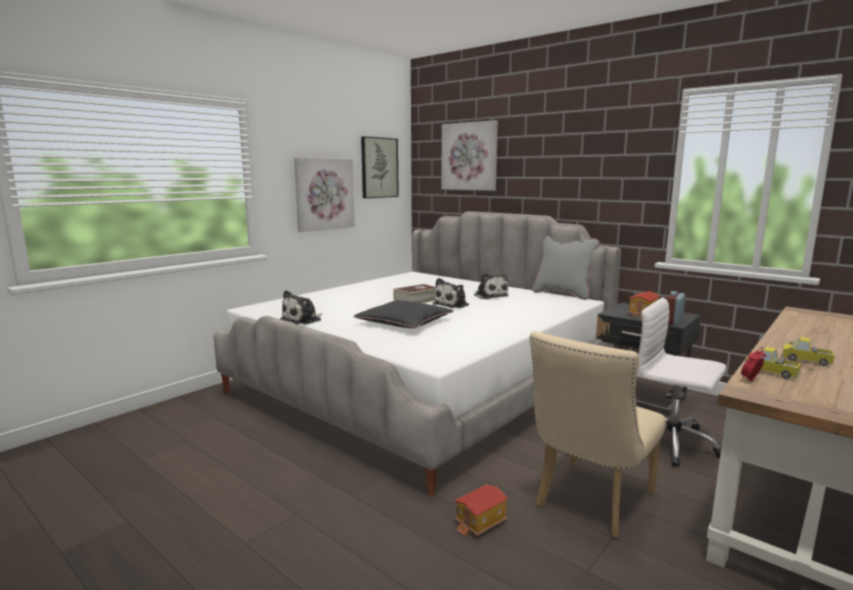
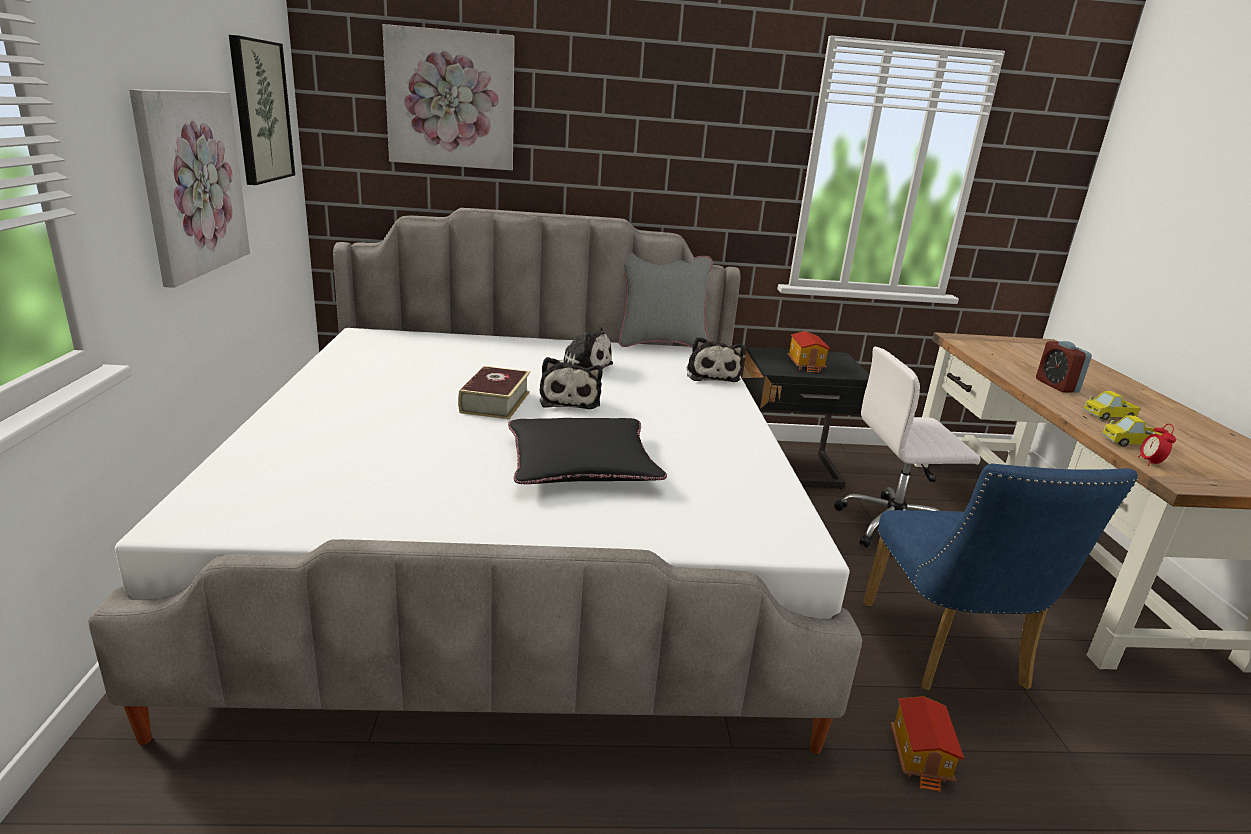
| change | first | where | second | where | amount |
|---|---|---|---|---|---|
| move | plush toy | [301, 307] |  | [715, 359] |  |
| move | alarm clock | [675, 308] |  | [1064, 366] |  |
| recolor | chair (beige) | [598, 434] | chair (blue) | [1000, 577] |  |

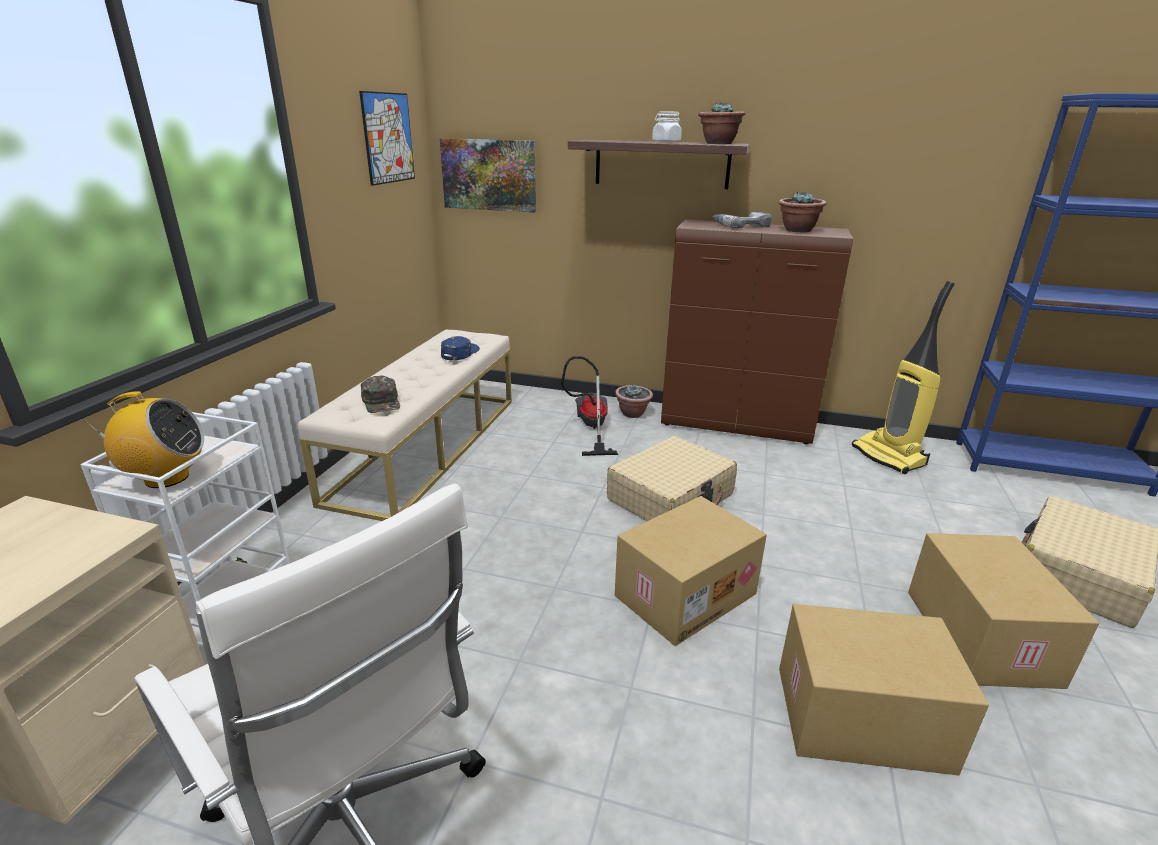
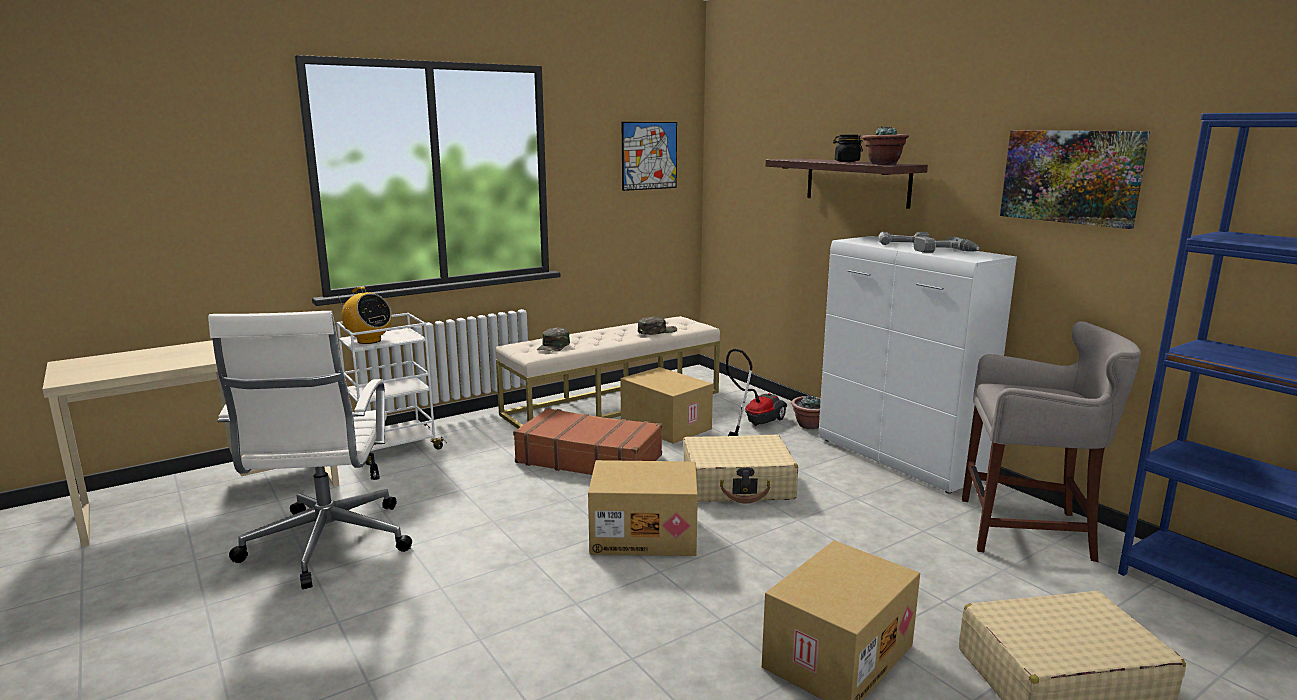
| change | first | where | second | where | amount |
|---|---|---|---|---|---|
| recolor | jar (white) | [667, 126] | jar (black) | [848, 148] |  |
| move | picture | [488, 175] |  | [1075, 179] |  |
| replace | potted plant | [803, 211] | power drill | [947, 244] |  |
| recolor | cabinet (brown) | [757, 332] | cabinet (white) | [918, 365] |  |
| replace | vacuum cleaner | [903, 377] | stool (grey) | [1051, 441] |  |
| recolor | cap (blue) | [460, 348] | cap (green) | [657, 325] |  |
| move | cardboard box | [884, 689] |  | [666, 405] |  |
| insert |  |  | suitcase (brown) | [587, 441] |  |

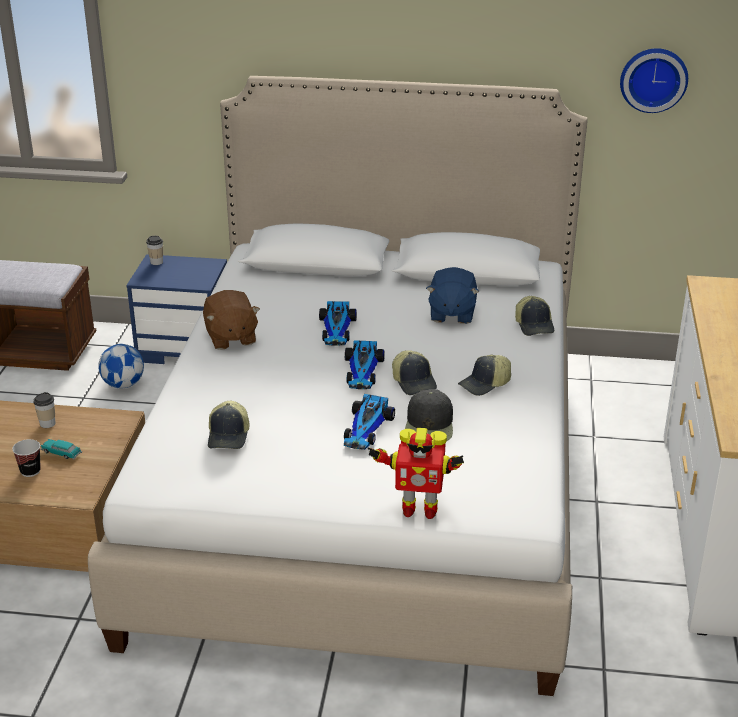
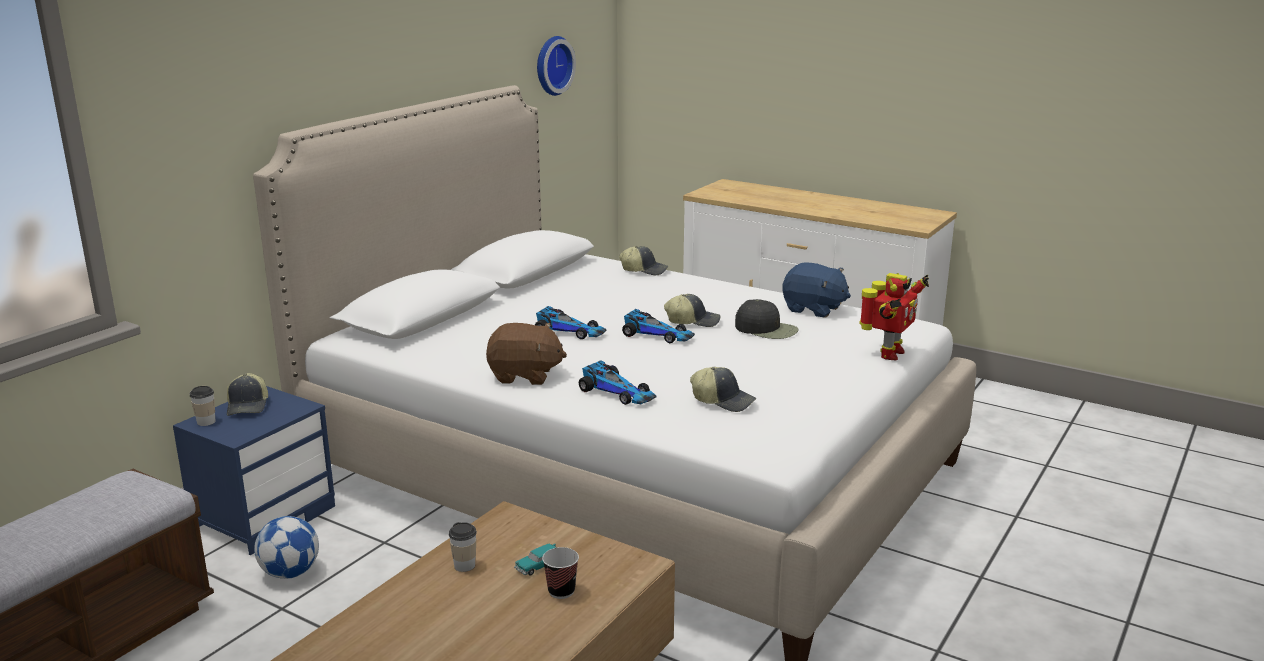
| change | first | where | second | where | amount |
|---|---|---|---|---|---|
| move | plush toy (blue) | [452, 295] |  | [816, 290] |  |
| move | cap | [484, 375] |  | [247, 394] |  |
| move | toy car | [369, 422] |  | [618, 382] |  |

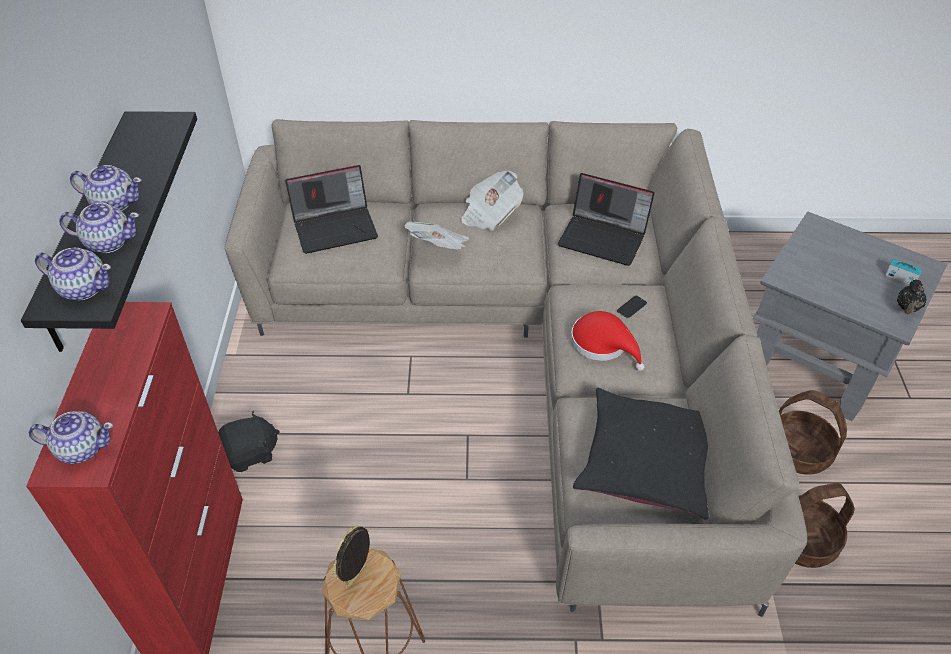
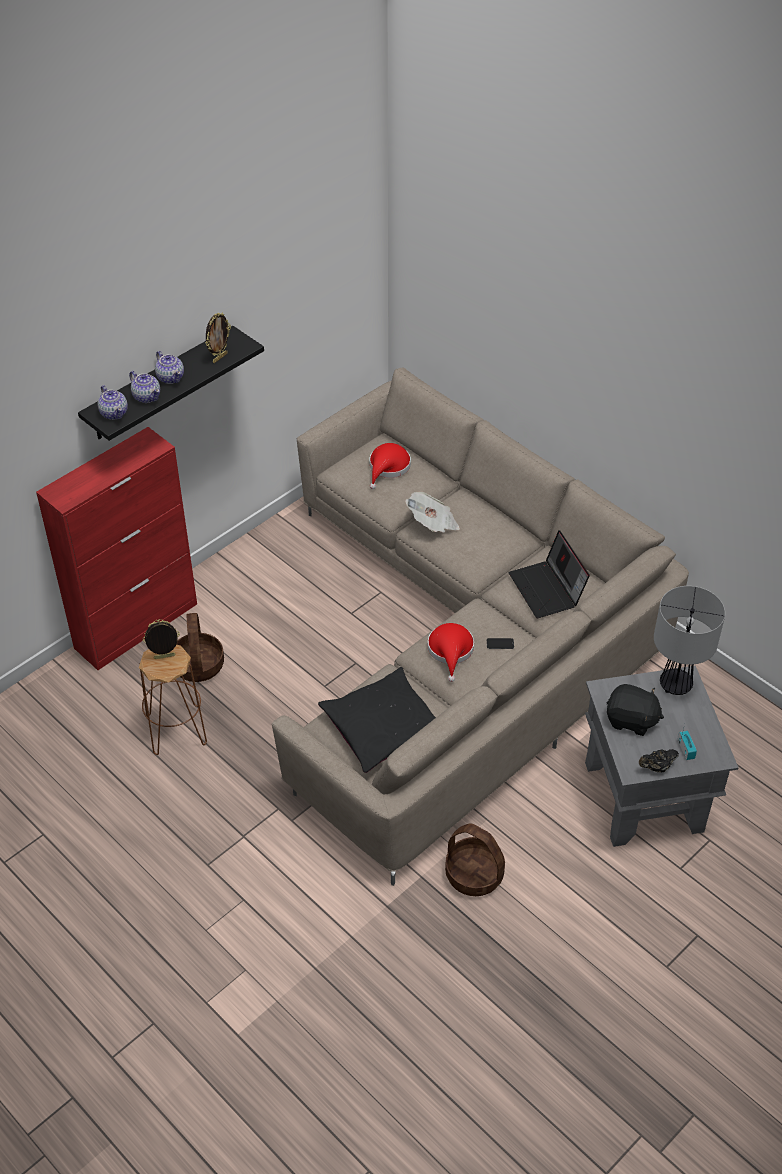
| change | first | where | second | where | amount |
|---|---|---|---|---|---|
| replace | laptop | [331, 209] | hat (red) | [390, 466] |  |
| delete | newspaper | [492, 201] |  |  |  |
| move | basket | [813, 432] |  | [200, 647] |  |
| move | plush toy (black) | [249, 441] |  | [635, 710] |  |
| delete | teapot | [71, 437] |  |  |  |
| insert |  |  | picture frame | [218, 338] |  |
| insert |  |  | table lamp | [689, 640] |  |

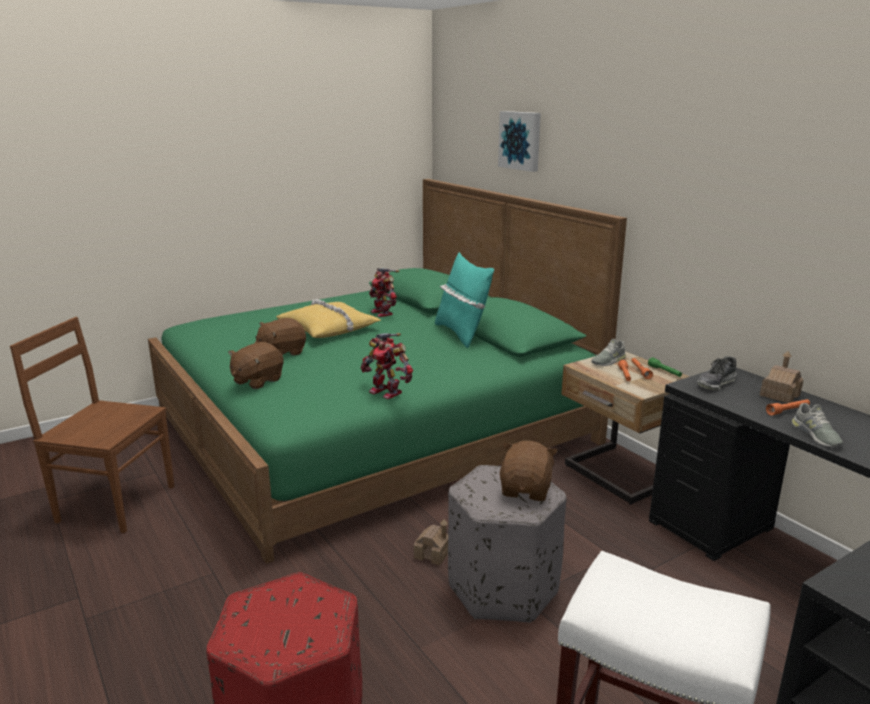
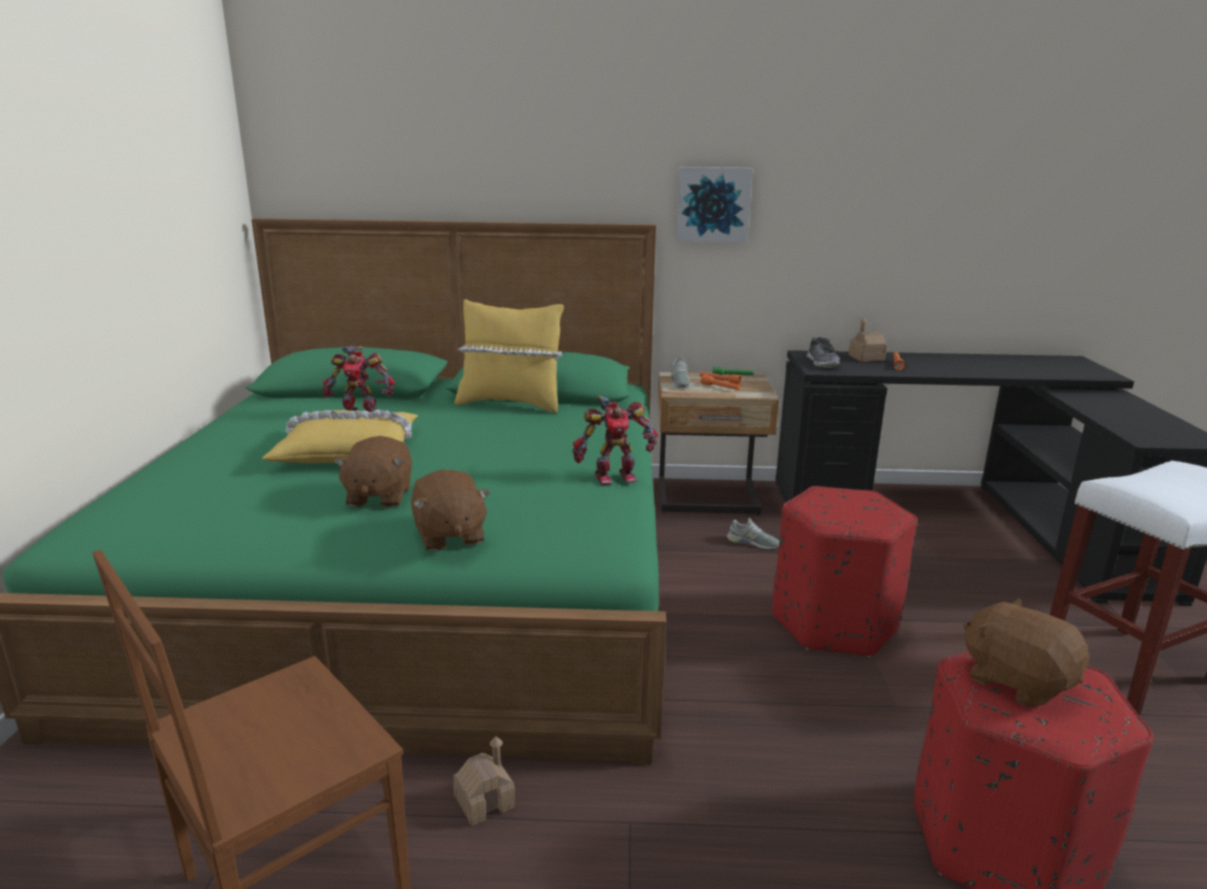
| change | first | where | second | where | amount |
|---|---|---|---|---|---|
| move | picture | [519, 141] |  | [715, 204] |  |
| recolor | pillow (turquoise) | [464, 300] | pillow (yellow) | [509, 356] |  |
| move | shoe (grey) | [817, 425] |  | [753, 533] |  |
| move | plush toy (brown) | [529, 471] |  | [1026, 653] |  |
| recolor | ottoman (grey) | [507, 544] | ottoman (red) | [845, 571] |  |
| move | toy house | [431, 542] |  | [484, 781] |  |

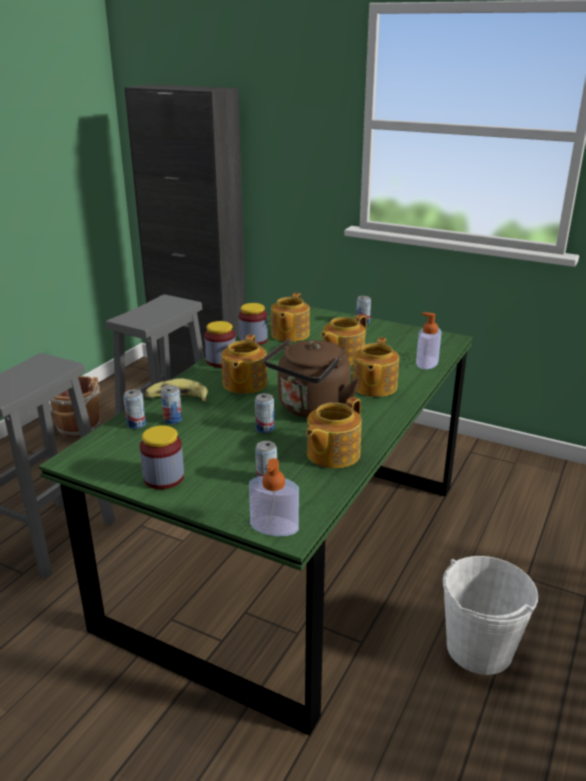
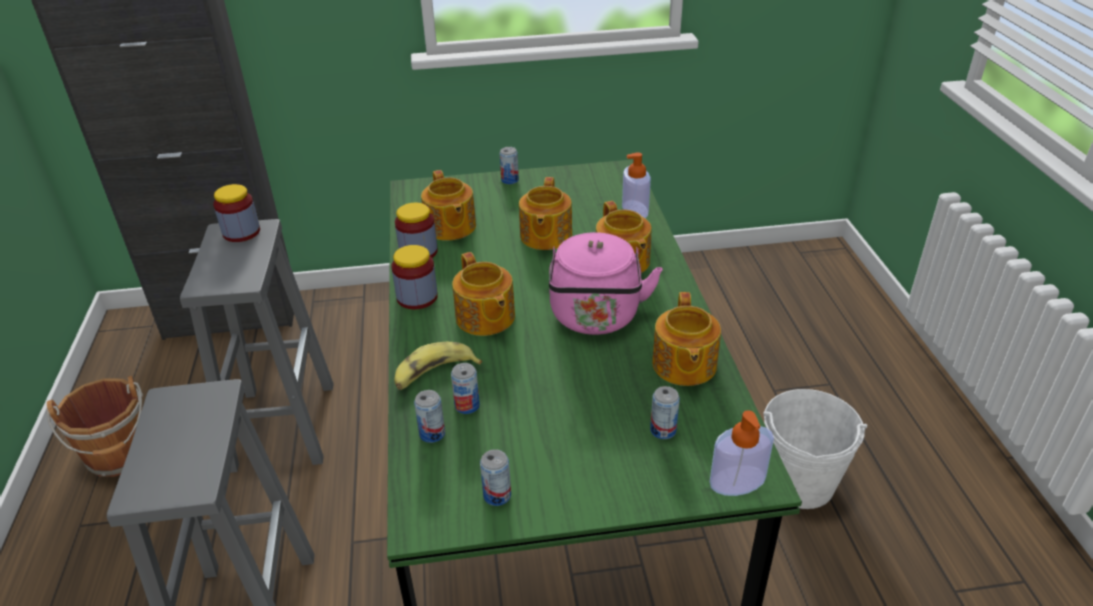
| change | first | where | second | where | amount |
|---|---|---|---|---|---|
| recolor | kettle (brown) | [311, 378] | kettle (pink) | [606, 283] |  |
| move | can | [264, 413] |  | [495, 477] |  |
| move | jar | [162, 457] |  | [236, 213] |  |

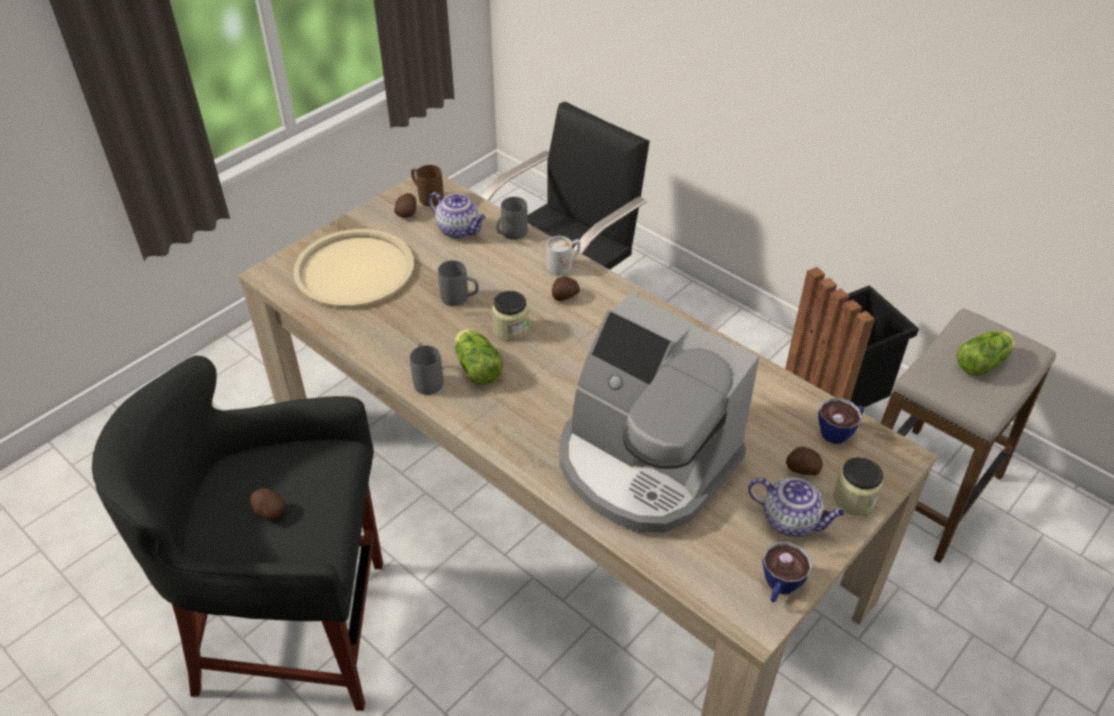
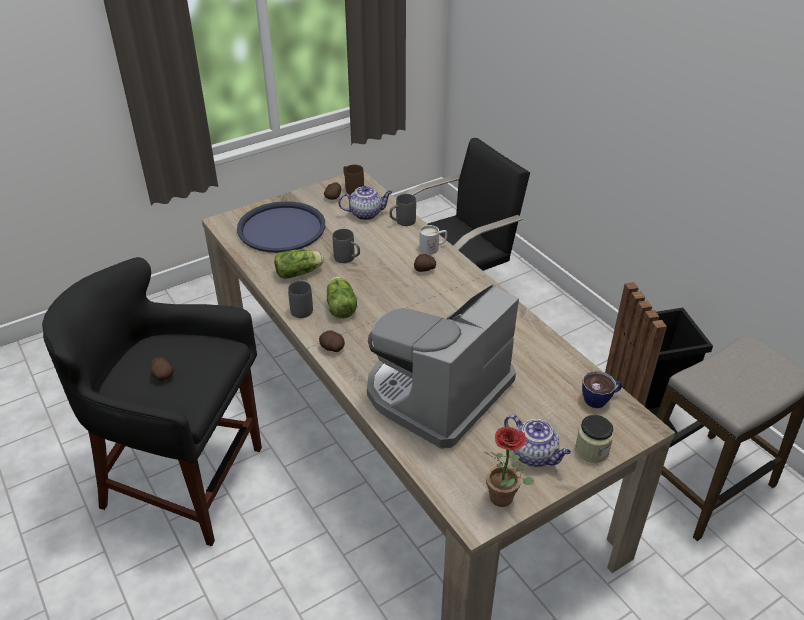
| change | first | where | second | where | amount |
|---|---|---|---|---|---|
| rotate | teapot | [457, 215] |  | [365, 203] | 60 degrees counterclockwise |
| recolor | tray (beige) | [353, 268] | tray (blue) | [281, 227] |  |
| delete | jar | [510, 316] |  |  |  |
| rotate | coffee machine | [659, 413] |  | [443, 366] | 75 degrees clockwise |
| move | lettuce | [985, 353] |  | [299, 264] |  |
| move | potato | [804, 461] |  | [332, 341] |  |
| replace | cup | [787, 572] | potted plant | [509, 466] |  |

